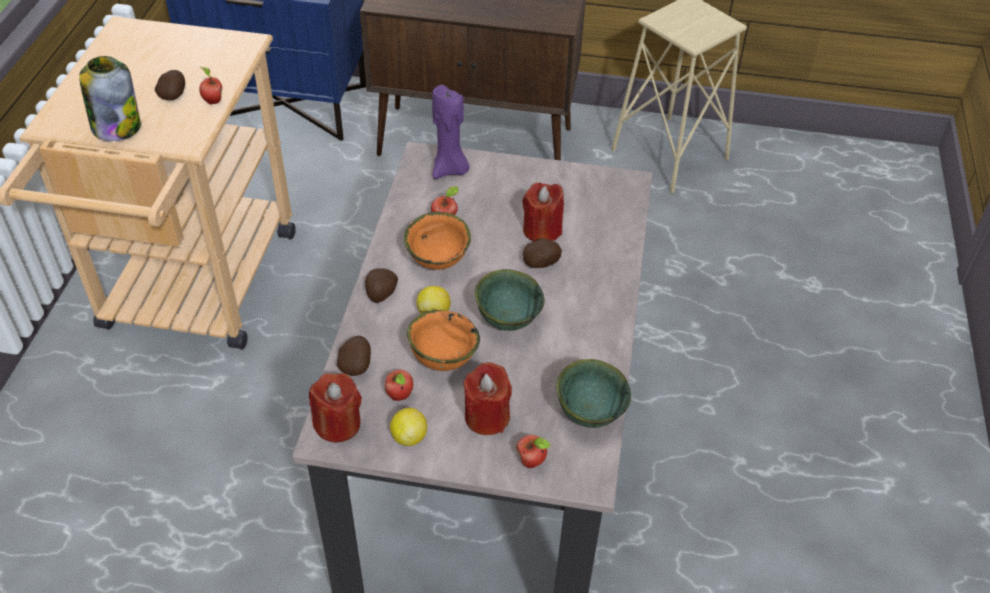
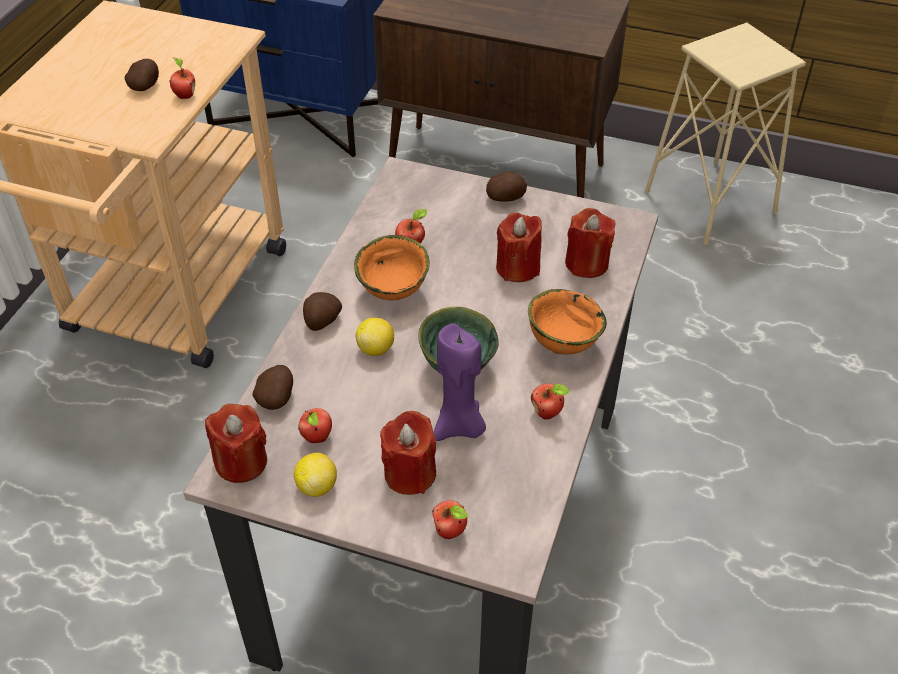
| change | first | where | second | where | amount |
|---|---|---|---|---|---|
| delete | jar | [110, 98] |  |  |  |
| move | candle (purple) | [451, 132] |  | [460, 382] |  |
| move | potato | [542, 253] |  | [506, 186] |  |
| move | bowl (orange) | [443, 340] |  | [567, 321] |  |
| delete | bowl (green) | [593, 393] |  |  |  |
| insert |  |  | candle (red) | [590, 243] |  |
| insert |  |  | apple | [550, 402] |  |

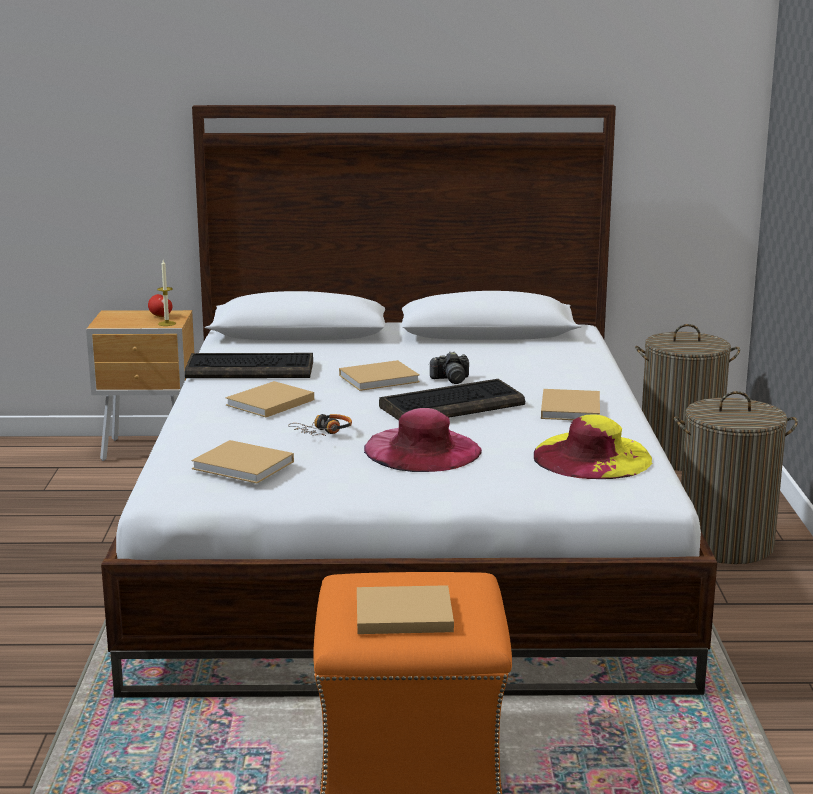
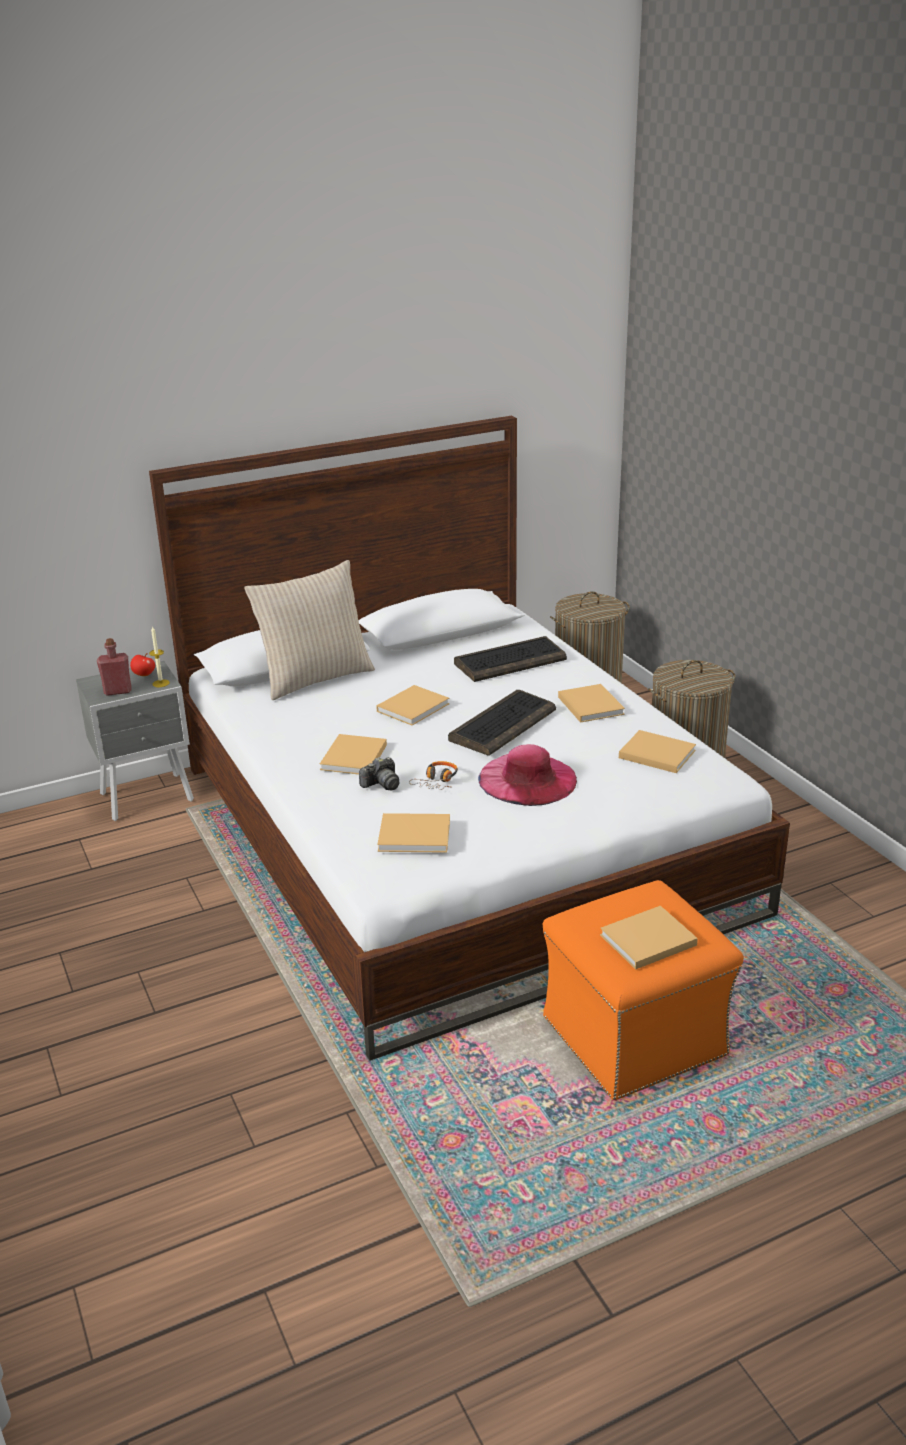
| change | first | where | second | where | amount |
|---|---|---|---|---|---|
| recolor | nightstand (brown) | [140, 385] | nightstand (grey) | [135, 741] |  |
| move | photo camera | [449, 367] |  | [379, 774] |  |
| move | keyboard | [249, 365] |  | [510, 659] |  |
| replace | hat (yellow) | [593, 446] | book (beige) | [657, 751] |  |
| insert |  |  | pillow (beige) | [309, 630] |  |
| insert |  |  | bottle (red) | [114, 667] |  |

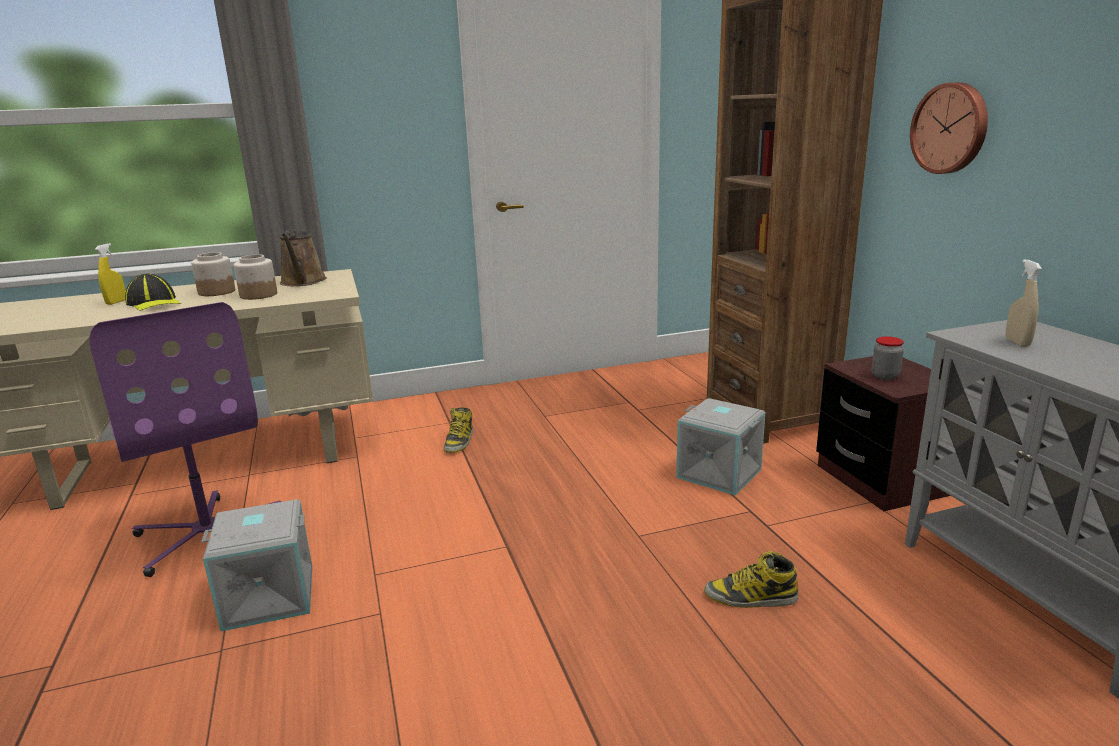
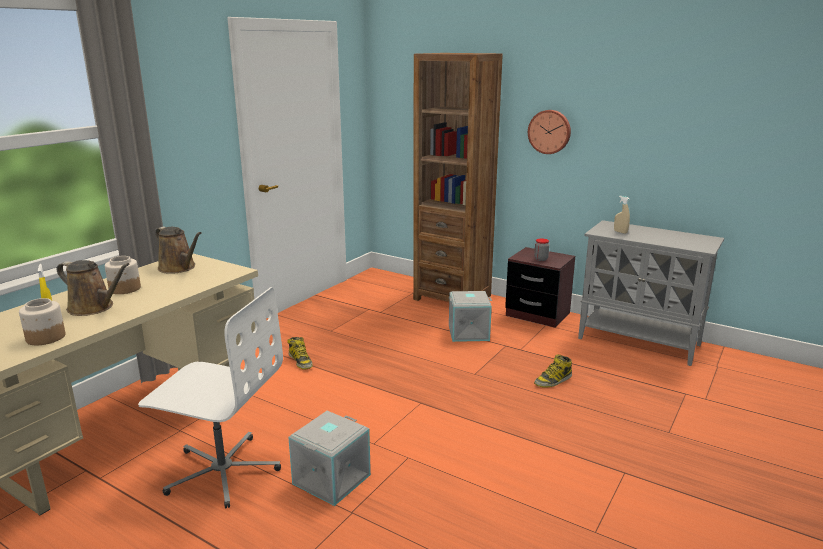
| change | first | where | second | where | amount |
|---|---|---|---|---|---|
| move | jar | [255, 277] |  | [42, 321] |  |
| replace | cap | [153, 292] | watering can (brown) | [93, 288] |  |
| recolor | office chair (purple) | [185, 439] | office chair (white) | [210, 397] |  |

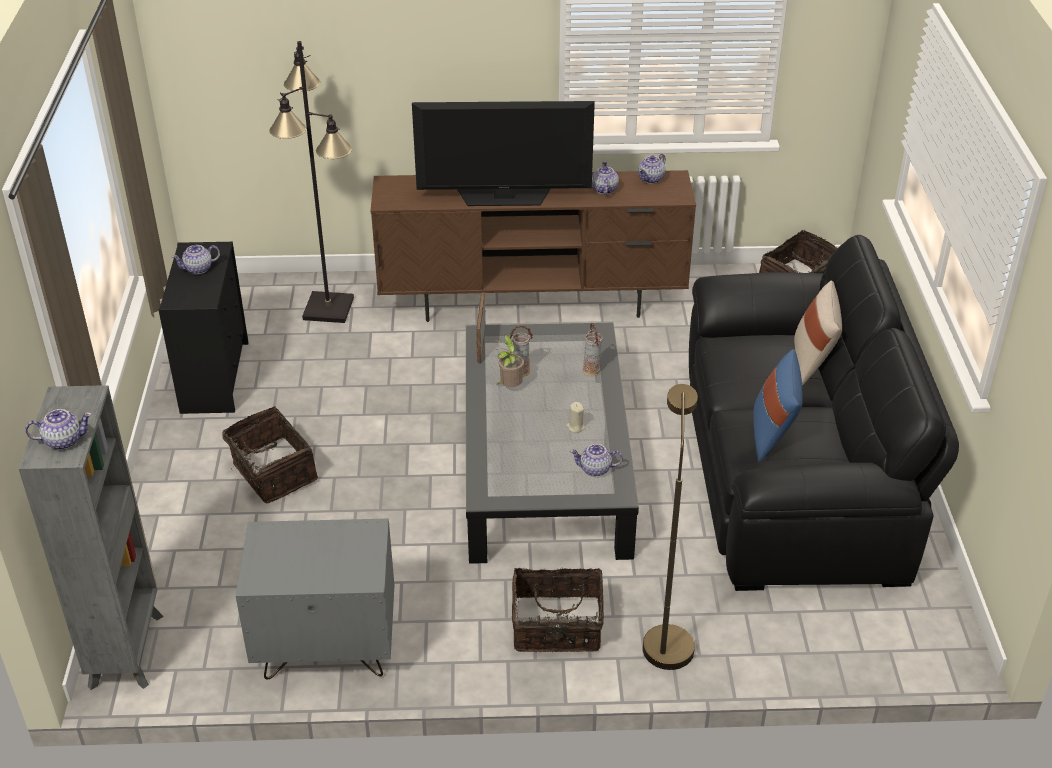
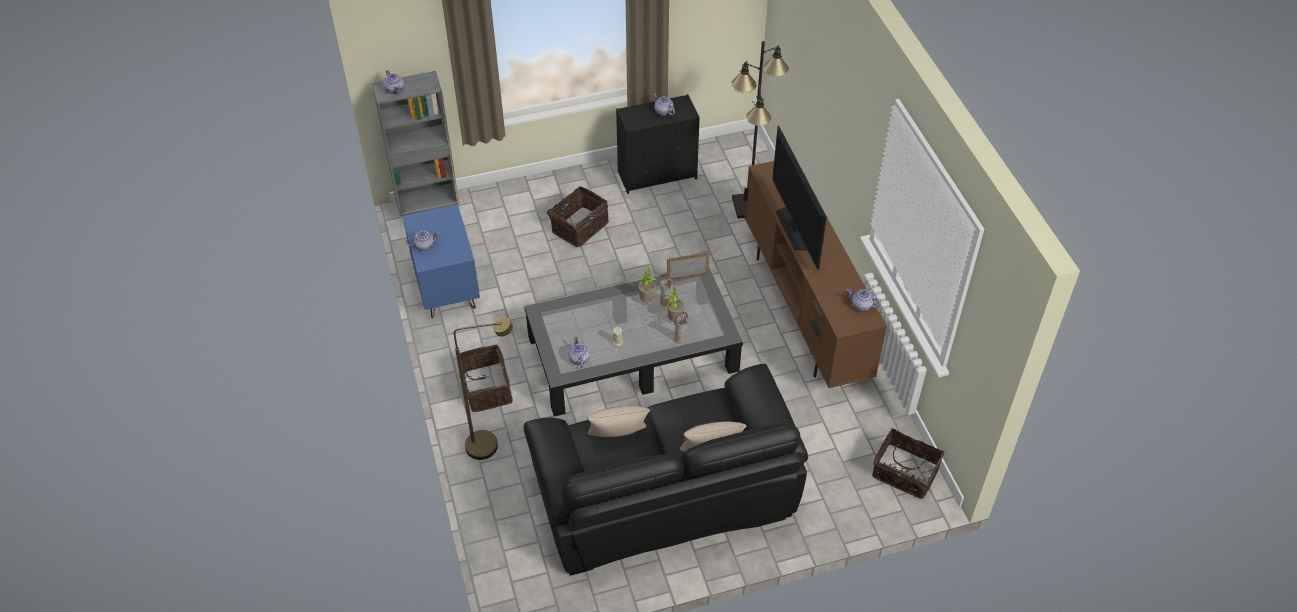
| change | first | where | second | where | amount |
|---|---|---|---|---|---|
| move | teapot | [605, 178] |  | [423, 241] |  |
| recolor | pillow (blue) | [778, 406] | pillow (beige) | [618, 421] |  |
| recolor | nightstand (grey) | [315, 599] | nightstand (blue) | [441, 261] |  |
| insert |  |  | potted plant | [675, 304] |  |

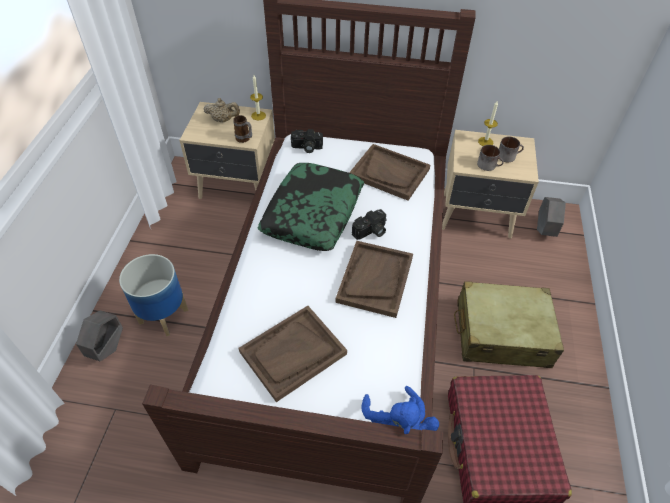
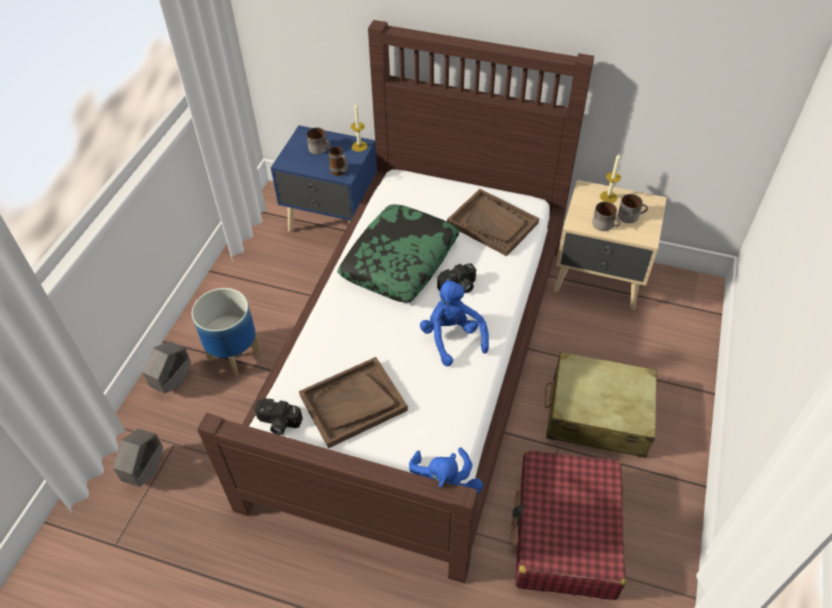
| change | first | where | second | where | amount |
|---|---|---|---|---|---|
| replace | teapot (beige) | [222, 110] | mug | [318, 140] |  |
| recolor | nightstand (beige) | [227, 150] | nightstand (blue) | [324, 178] |  |
| move | photo camera | [307, 141] |  | [278, 416] |  |
| move | planter (grey) | [551, 217] |  | [138, 458] |  |
| replace | tray (brown) | [374, 279] | plush toy (blue) | [454, 322] |  |

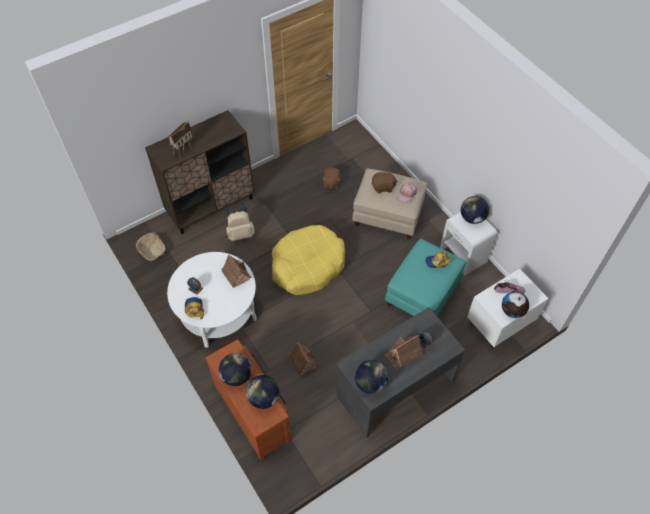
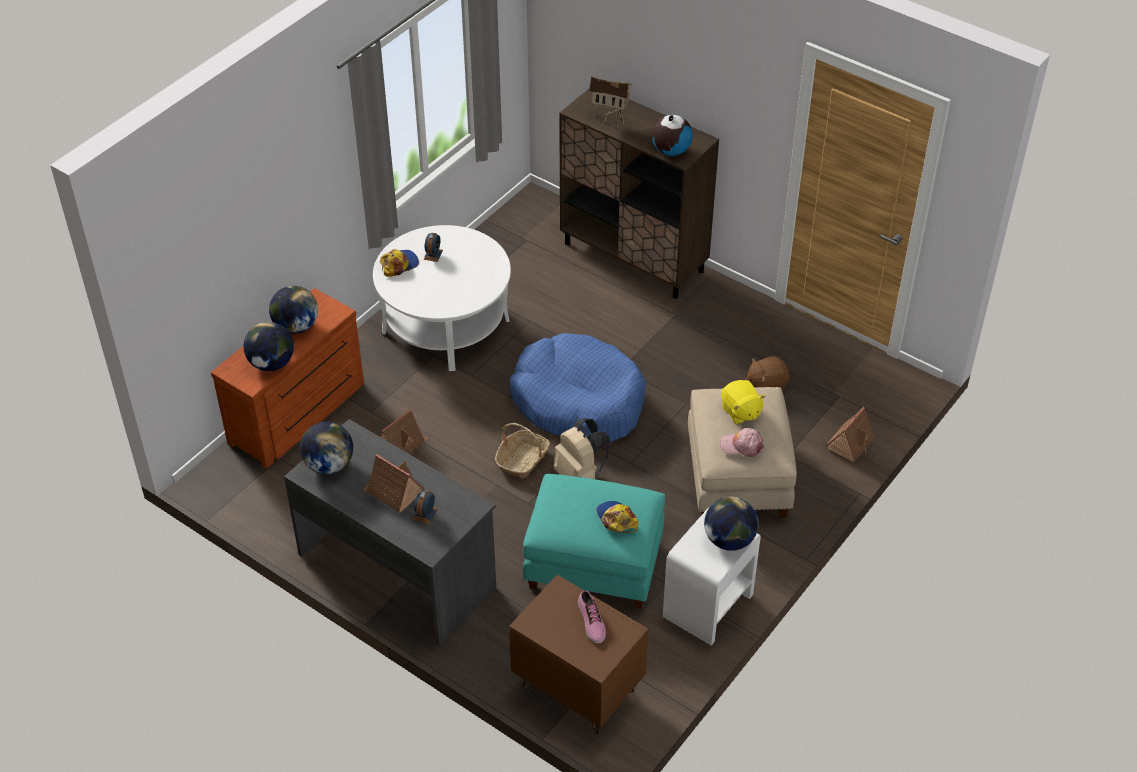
| change | first | where | second | where | amount |
|---|---|---|---|---|---|
| recolor | plush toy (brown) | [385, 182] | plush toy (yellow) | [743, 402] |  |
| move | backpack (beige) | [240, 222] |  | [582, 448] |  |
| recolor | dog bed (yellow) | [308, 260] | dog bed (blue) | [578, 387] |  |
| move | basket | [151, 247] |  | [522, 451] |  |
| move | toy house | [236, 271] |  | [850, 434] |  |
| recolor | nightstand (white) | [508, 308] | nightstand (brown) | [579, 654] |  |
| move | globe | [515, 304] |  | [672, 135] |  |

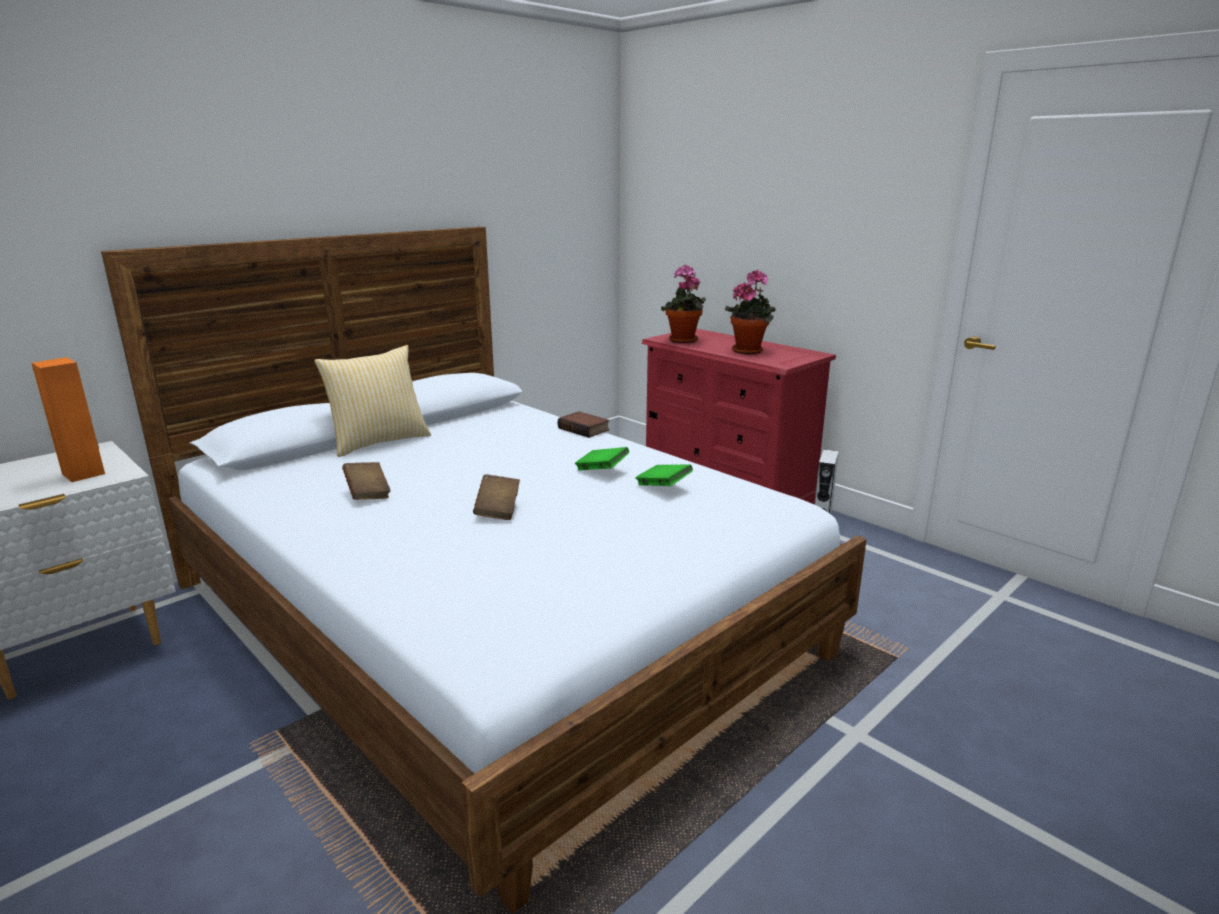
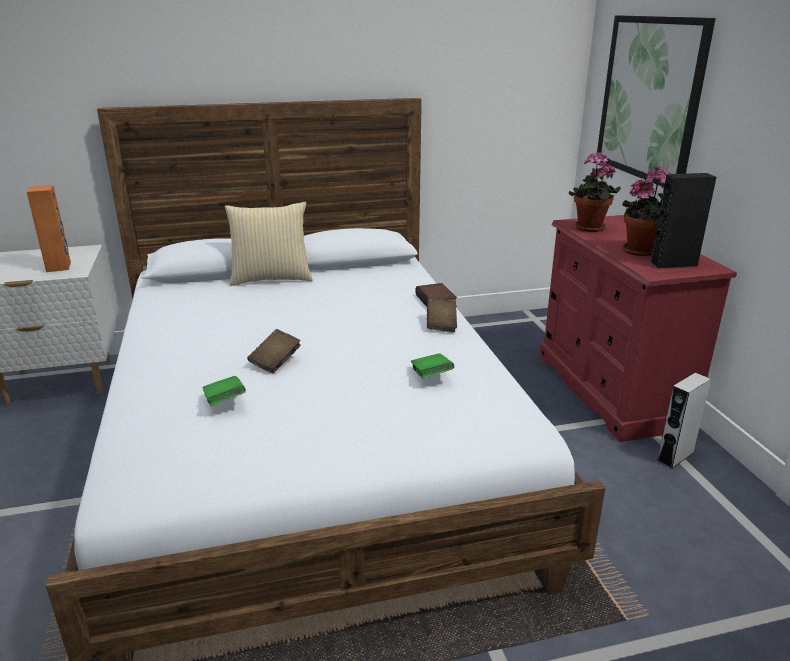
| change | first | where | second | where | amount |
|---|---|---|---|---|---|
| move | book (green) | [602, 459] |  | [224, 391] |  |
| move | book (brown) | [366, 481] |  | [442, 315] |  |
| insert |  |  | picture | [656, 101] |  |
| insert |  |  | speaker (black) | [683, 221] |  |

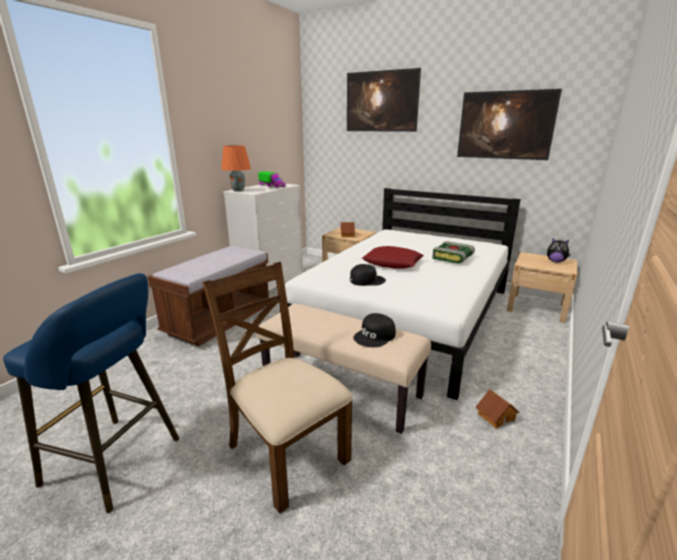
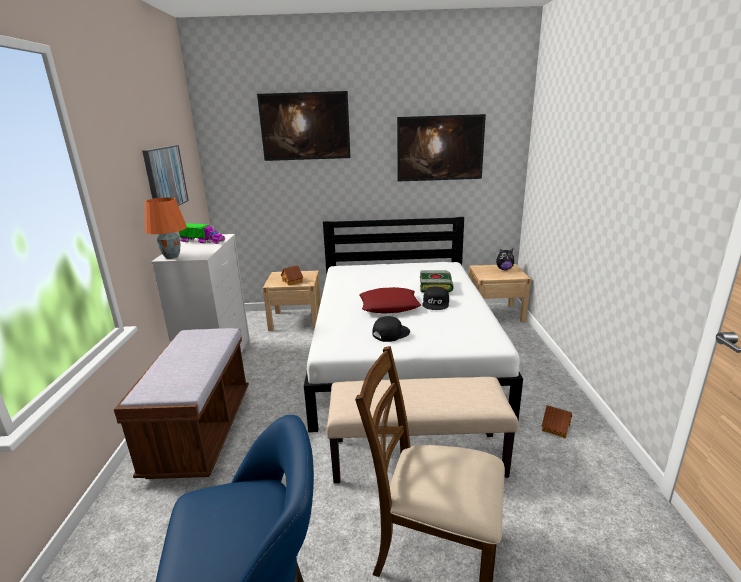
| change | first | where | second | where | amount |
|---|---|---|---|---|---|
| move | cap (black) | [375, 330] |  | [435, 298] |  |
| insert |  |  | picture | [165, 175] |  |

